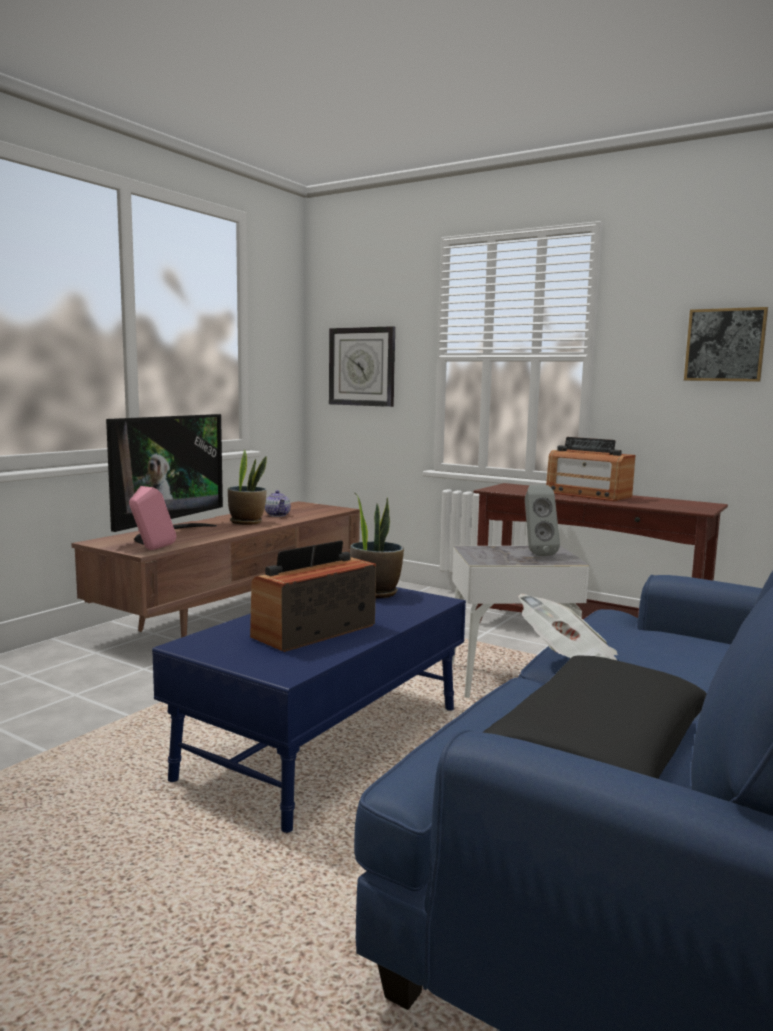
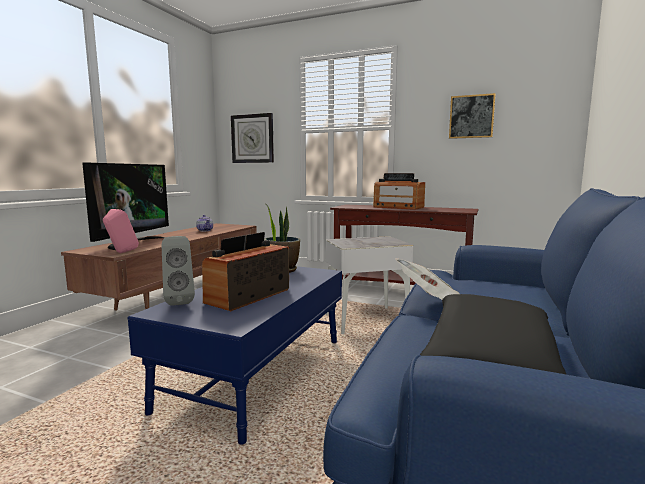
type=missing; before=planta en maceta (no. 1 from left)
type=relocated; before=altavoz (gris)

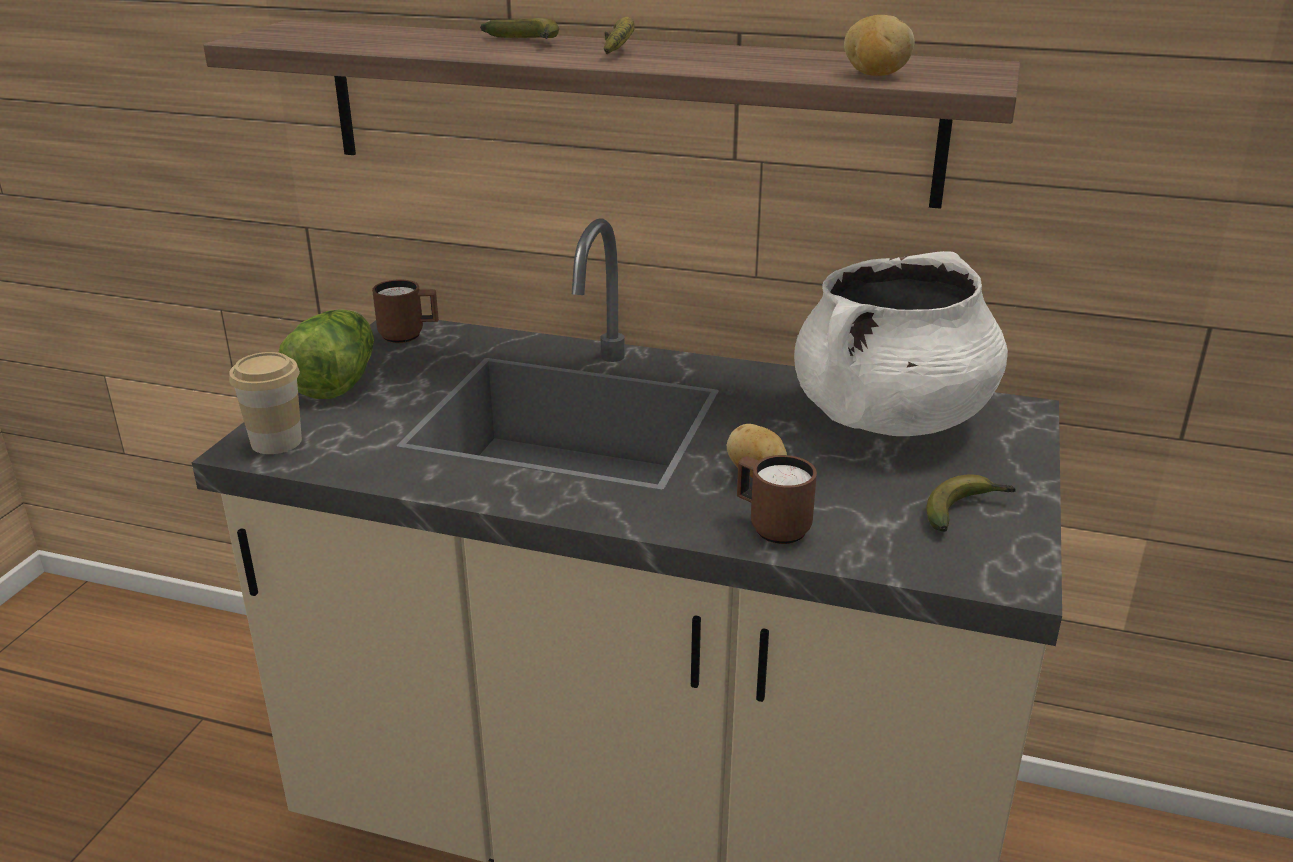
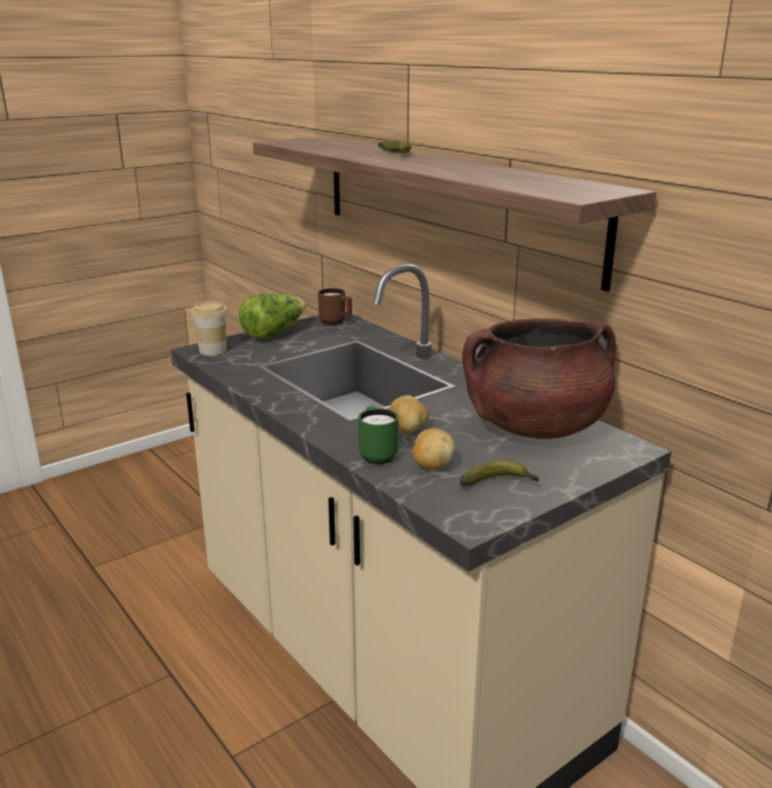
type=relocated; before=patata (no. 2 from left)
type=missing; before=plátano (no. 2 from left)
type=colour; before=olla (blanco); after=olla (marrón)
type=colour; before=taza grande (marrón) (no. 2 from left); after=taza grande (verde)

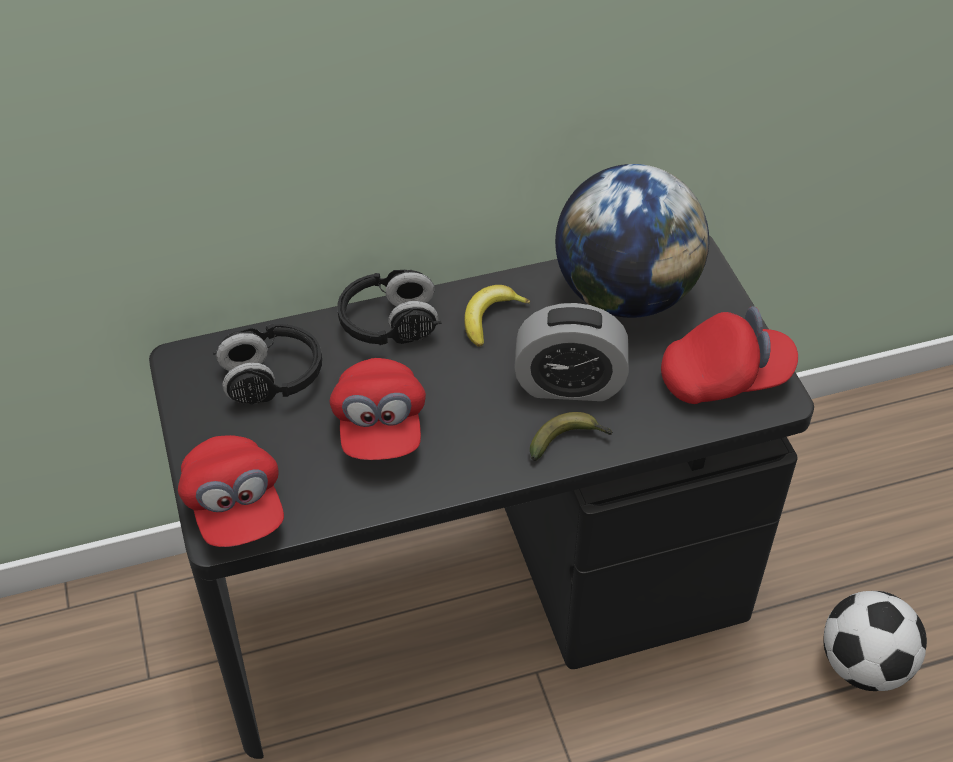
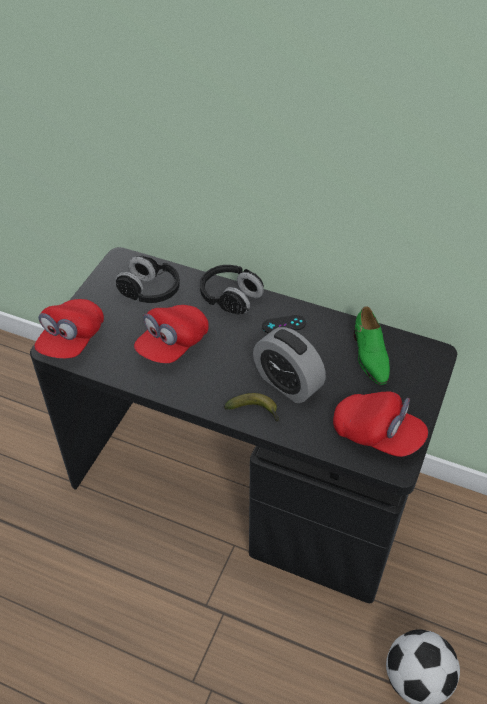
type=exchanged; before=globo terráqueo; after=zapato (verde)
type=exchanged; before=plátano (no. 1 from left); after=mando de consola (negro)

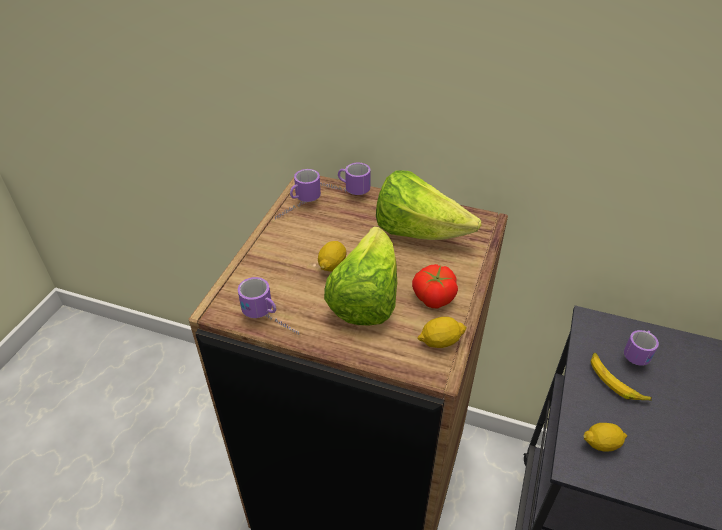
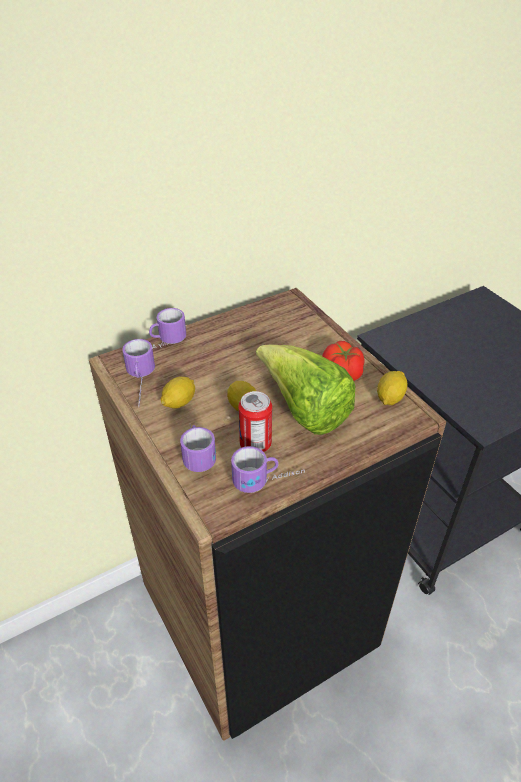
type=missing; before=lechuga (no. 2 from left)
type=relocated; before=taza grande (no. 4 from left in the first image); after=taza grande (no. 3 from left)
type=missing; before=plátano
type=relocated; before=limón (no. 3 from left in the first image); after=limón (no. 1 from left)
type=appeared; after=lata

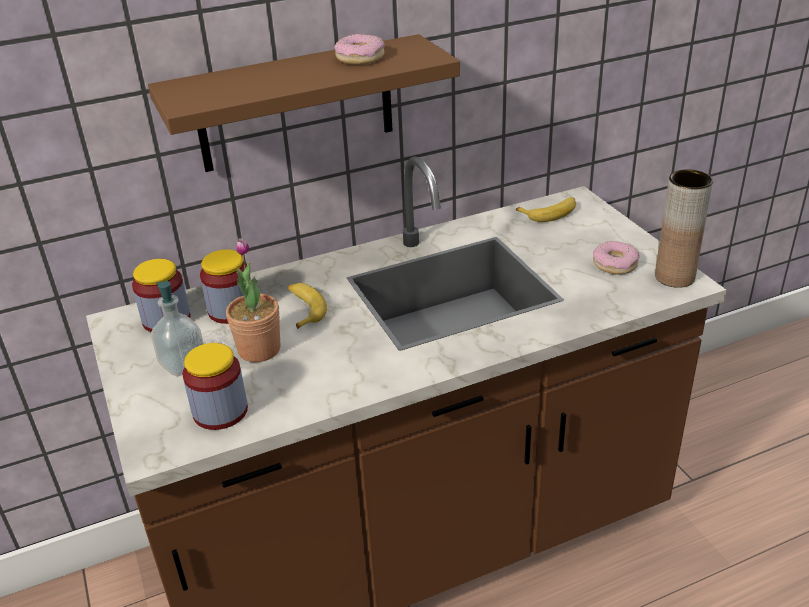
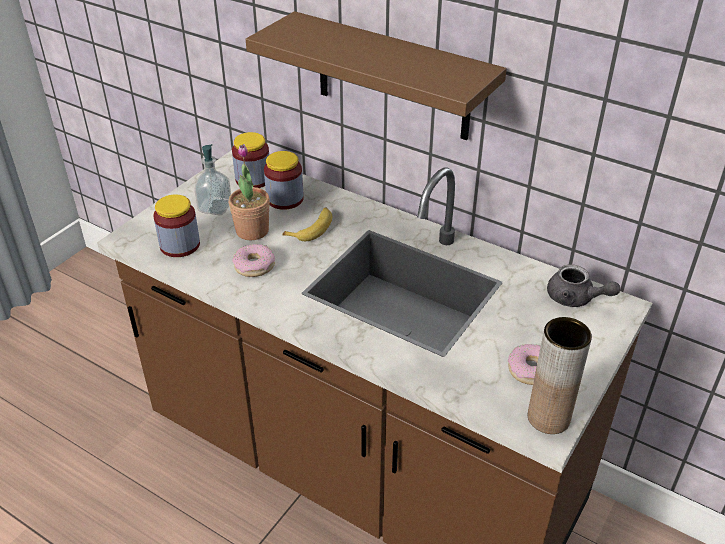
type=relocated; before=rosquilla (no. 1 from left)
type=exchanged; before=plátano (no. 2 from left); after=tetera (gris)

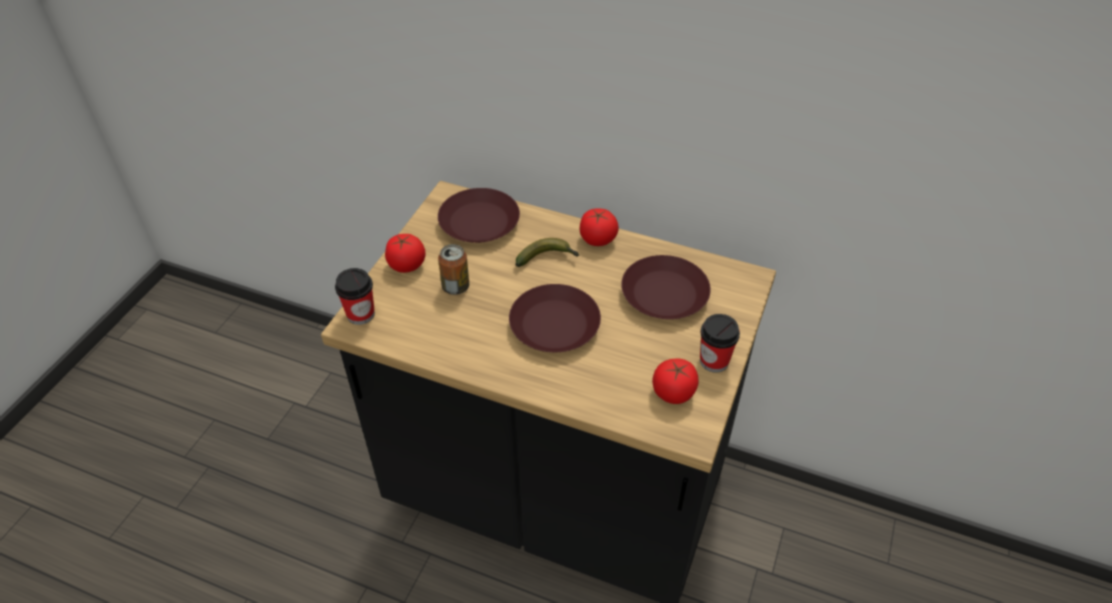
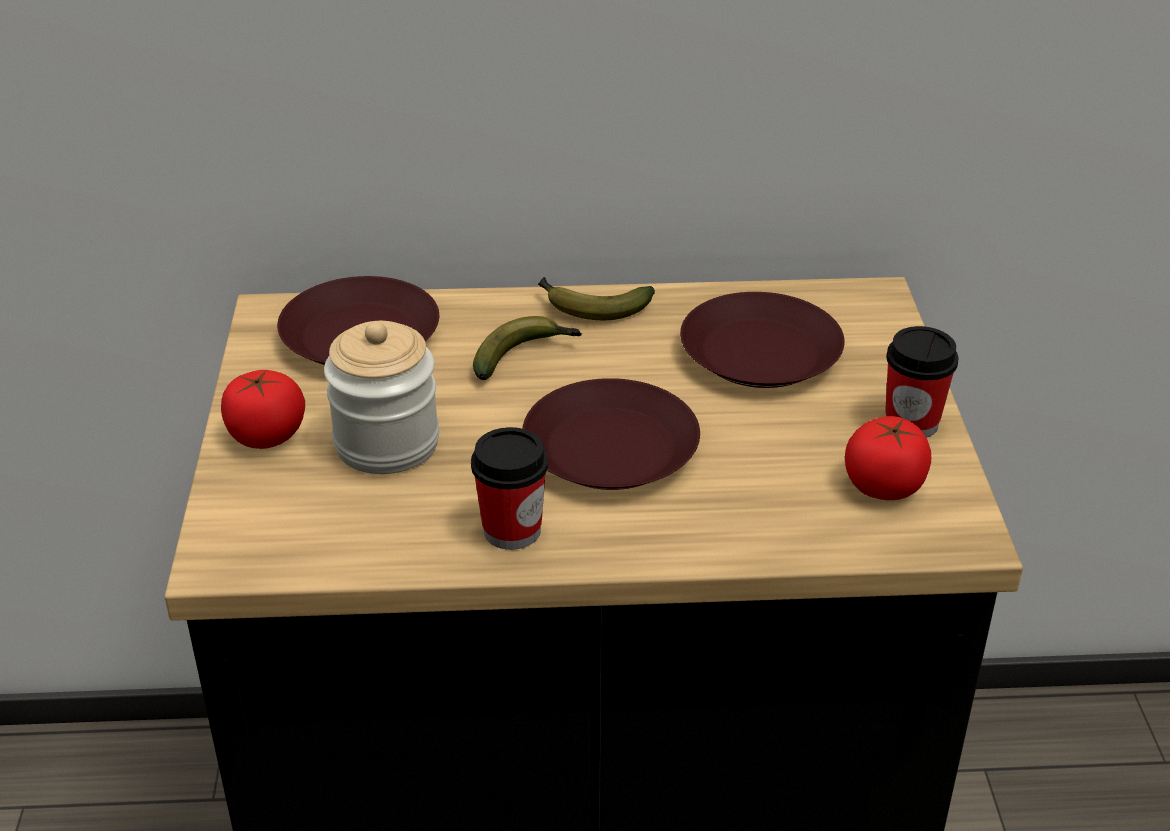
type=exchanged; before=tomate (no. 2 from left); after=plátano (no. 2 from left)
type=exchanged; before=lata; after=tarro
type=relocated; before=taza (no. 1 from left)

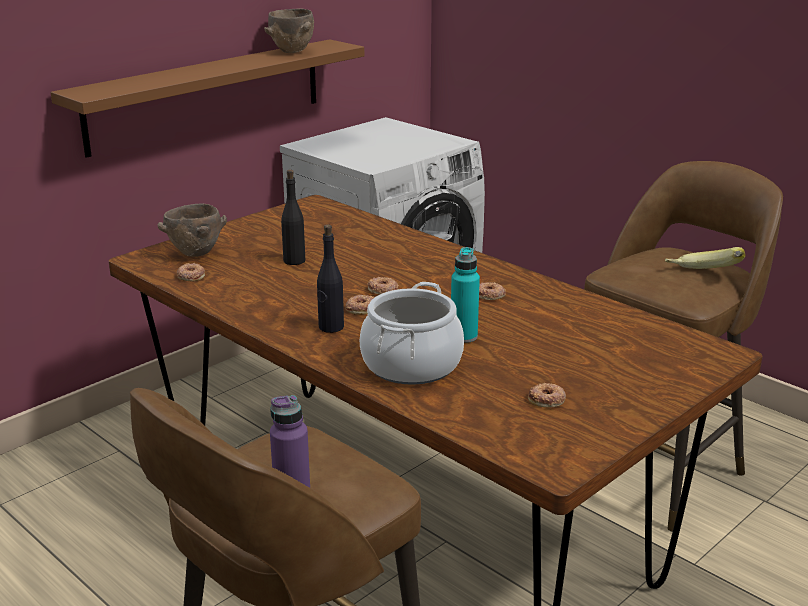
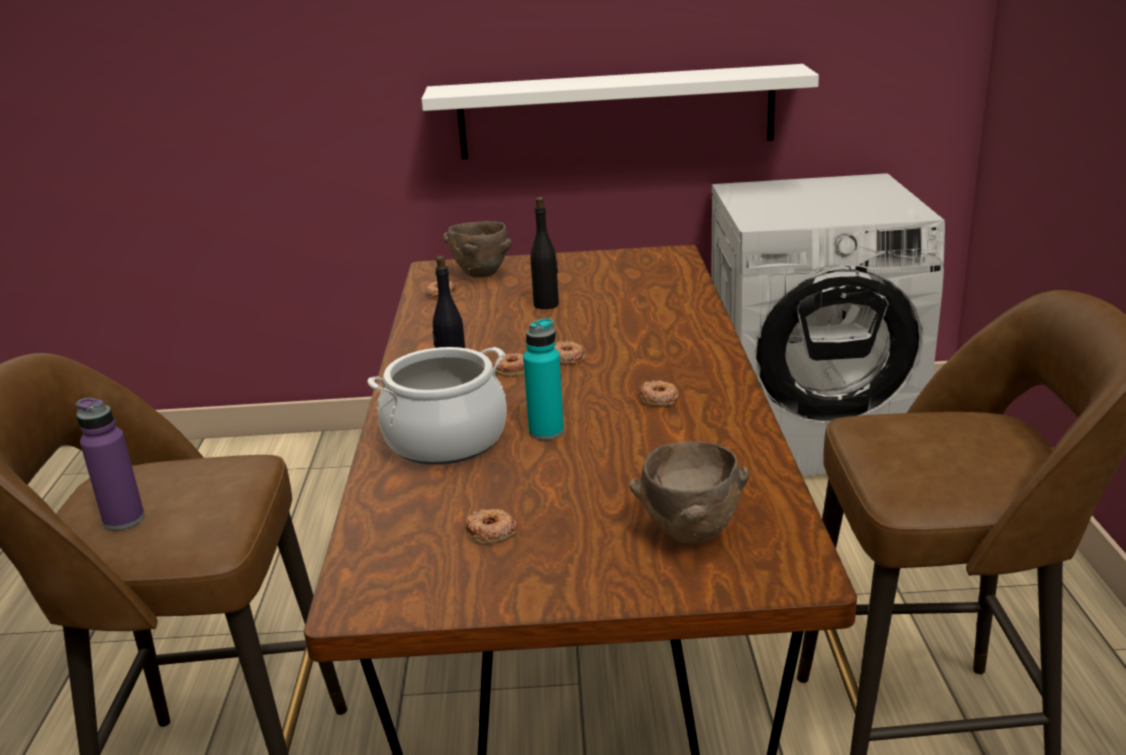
type=relocated; before=cuenco (marrón) (no. 2 from left)
type=colour; before=estante (marrón); after=estante (blanco)
type=missing; before=plátano

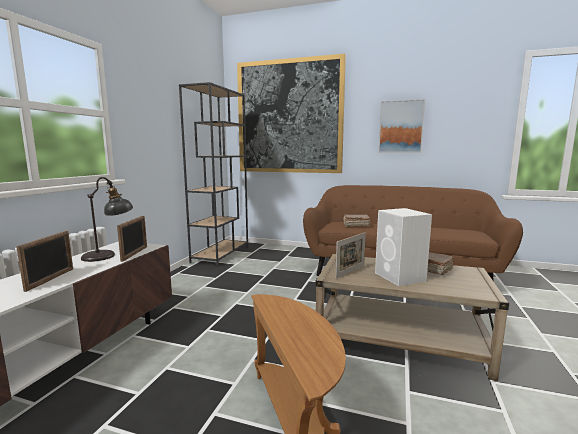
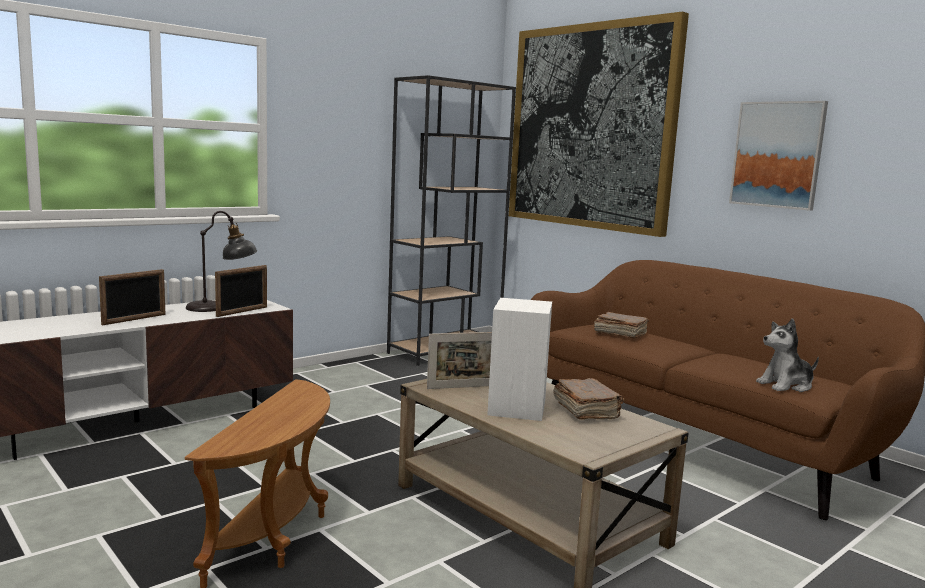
type=appeared; after=peluche

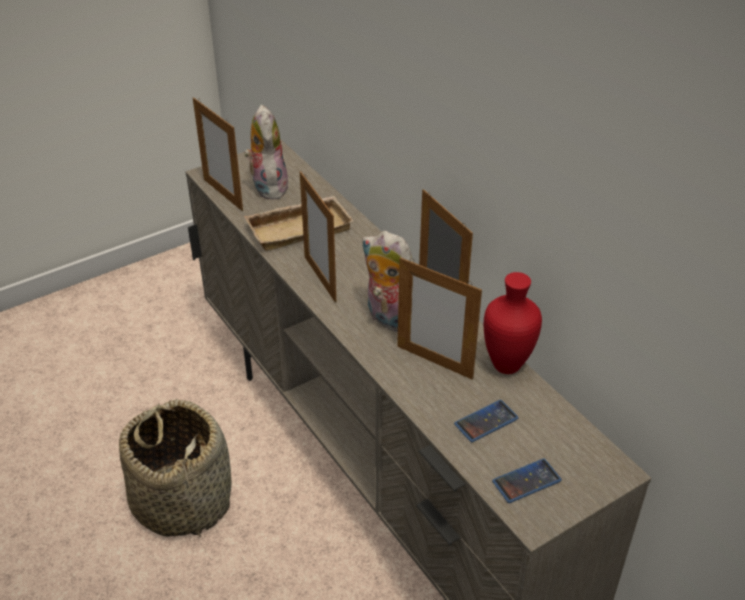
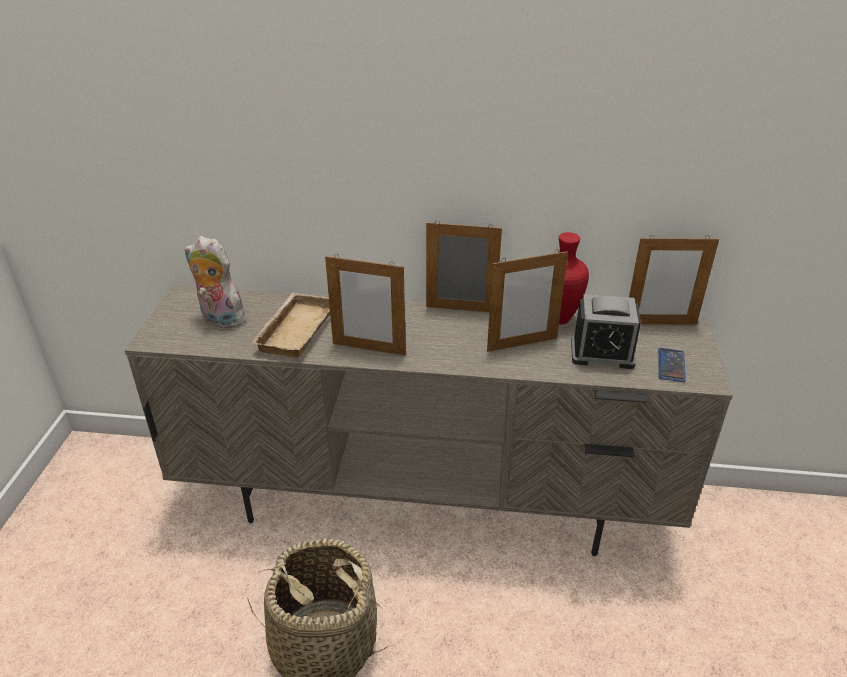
type=relocated; before=portarretratos (no. 1 from left in the first image); after=portarretratos (no. 4 from left)
type=missing; before=peluche (no. 2 from left)
type=exchanged; before=móvil (no. 1 from left); after=despertador

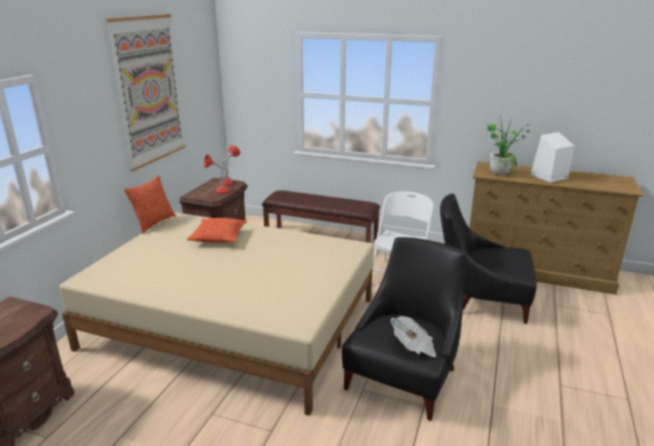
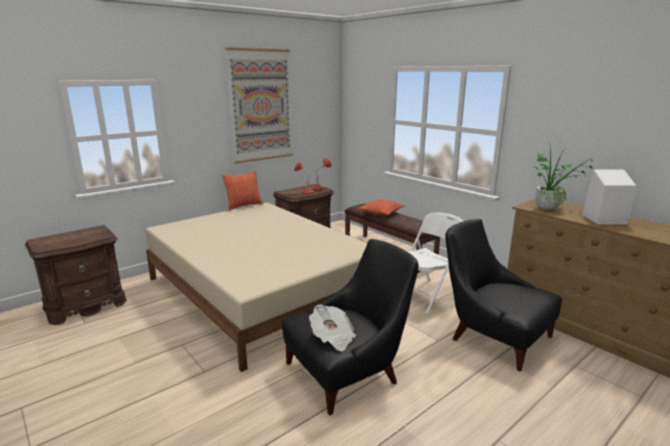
type=relocated; before=cojín (naranja) (no. 2 from left)

